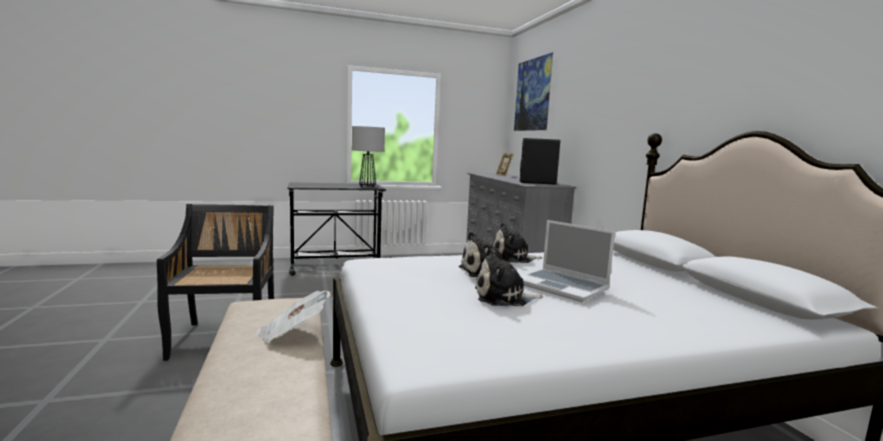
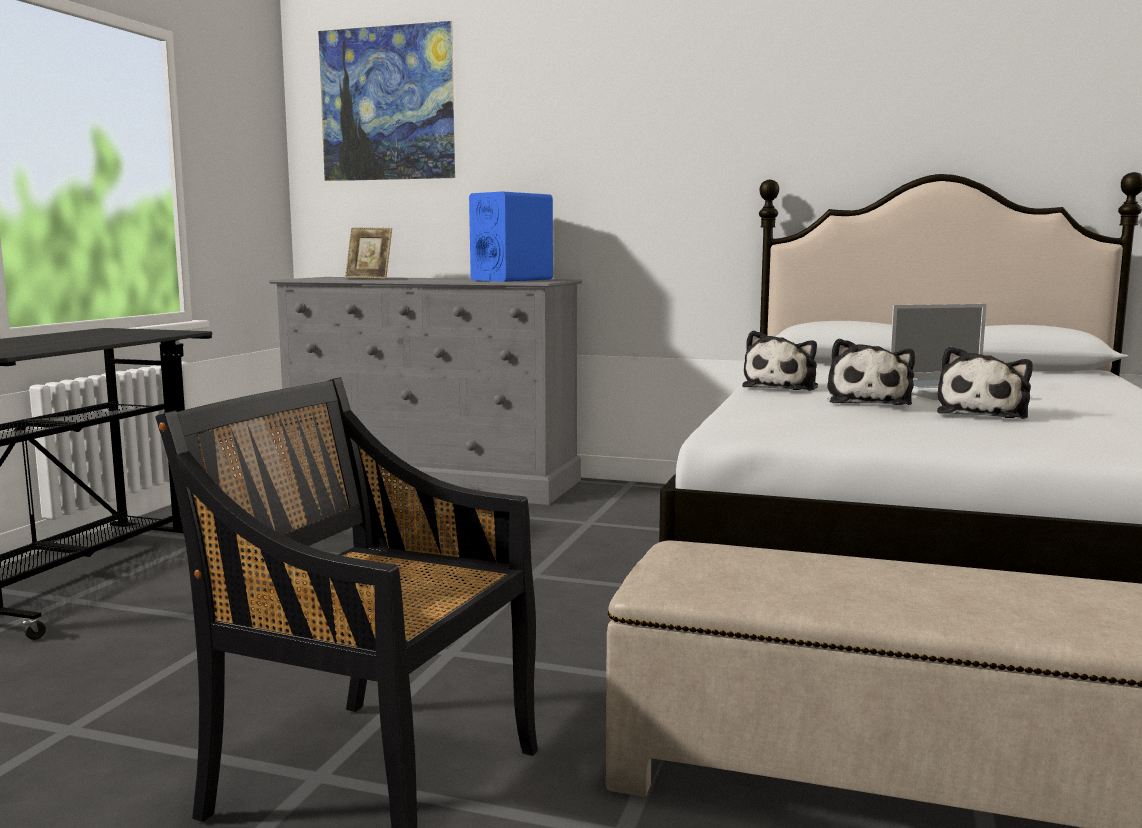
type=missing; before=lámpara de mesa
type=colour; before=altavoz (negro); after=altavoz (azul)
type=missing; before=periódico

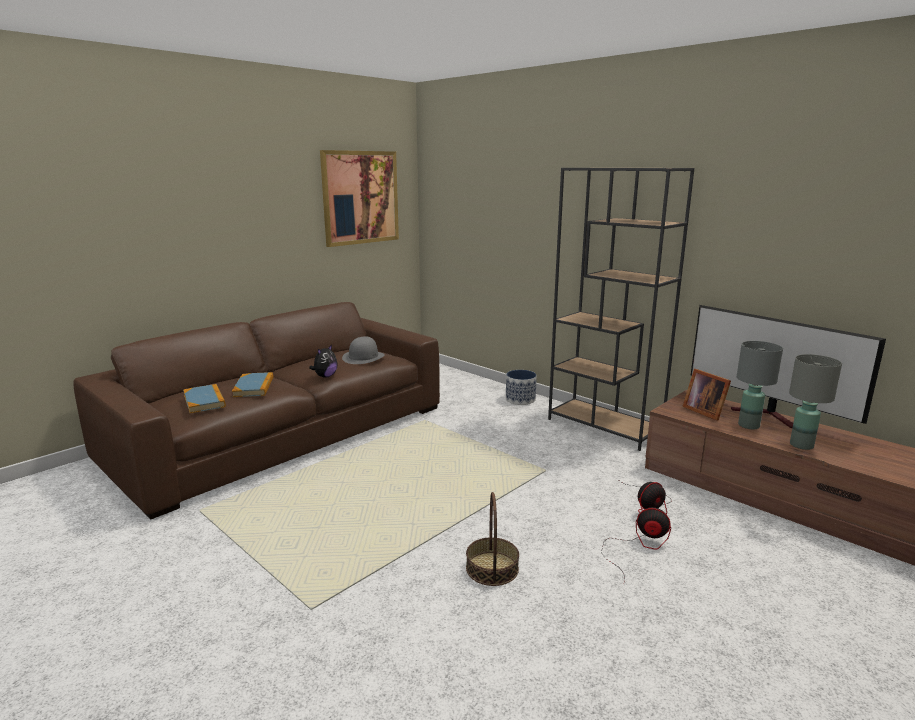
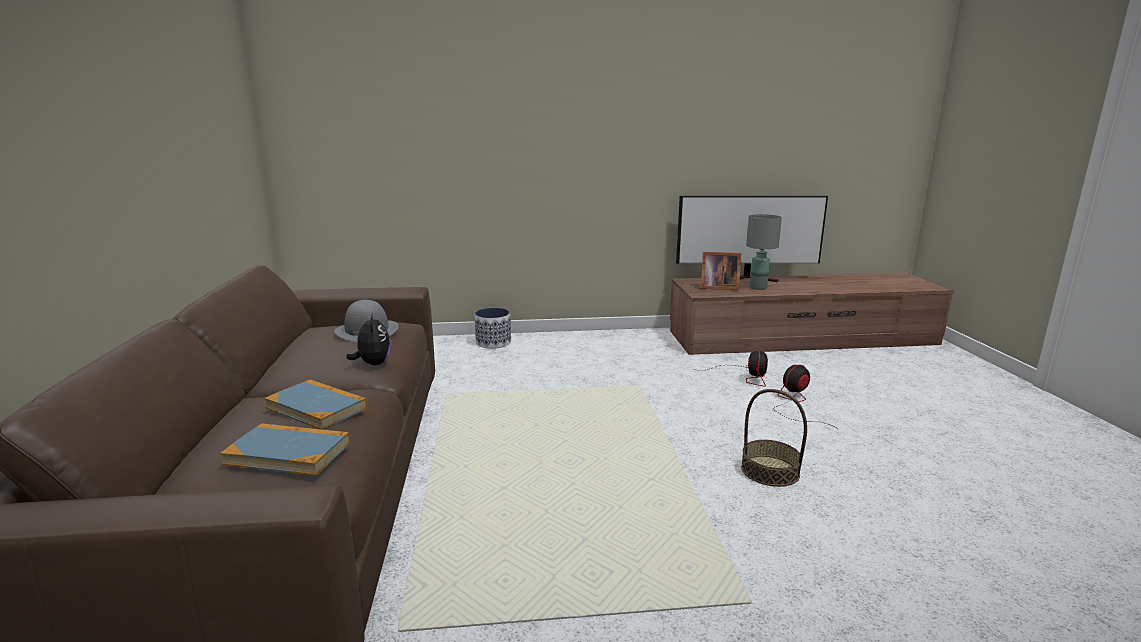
type=missing; before=cuadro
type=missing; before=estantería
type=missing; before=lámpara de mesa (gris) (no. 2 from left)

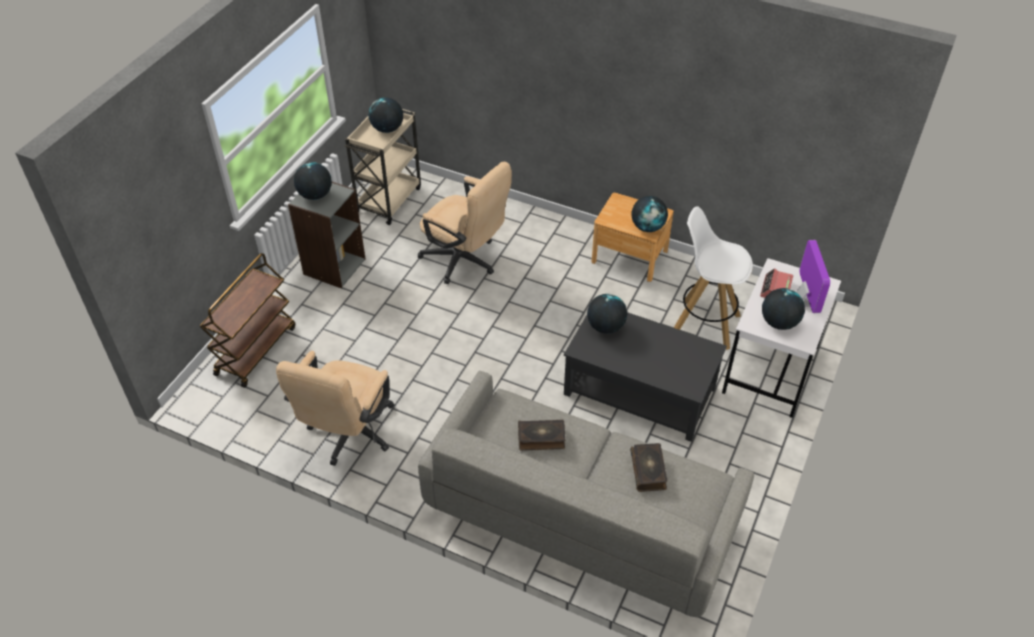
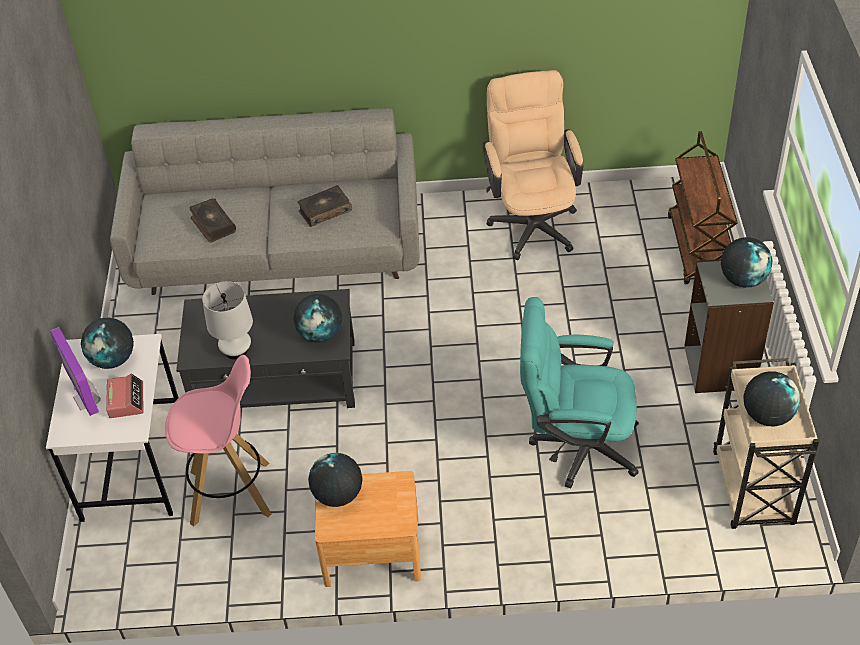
type=colour; before=silla de oficina (beis) (no. 2 from left); after=silla de oficina (turquesa)
type=colour; before=taburete (blanco); after=taburete (rosa)
type=appeared; after=lámpara de mesa (blanco)

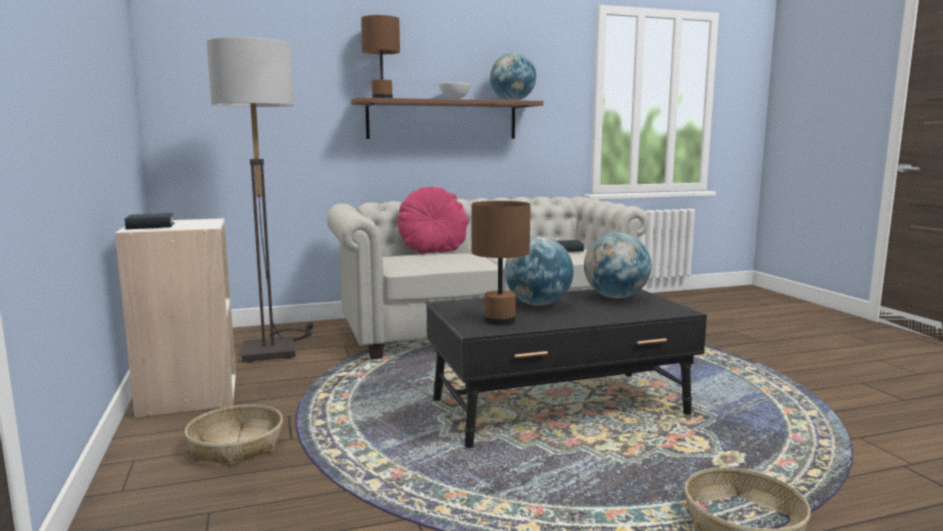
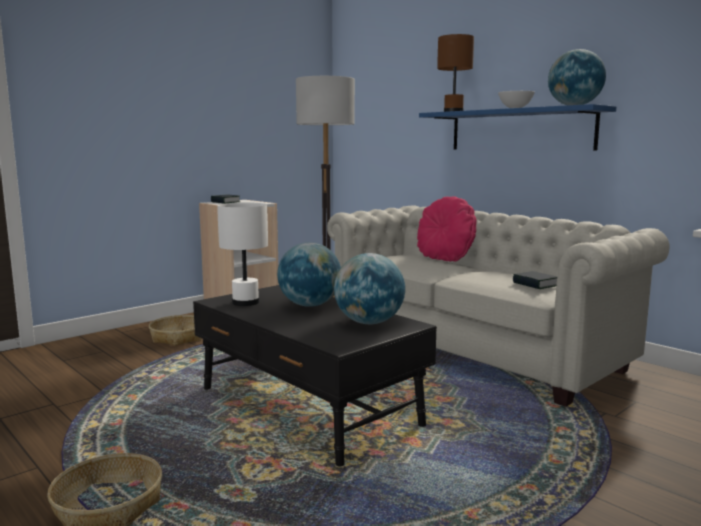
type=colour; before=estante (marrón); after=estante (azul)
type=colour; before=lámpara de mesa (marrón) (no. 2 from left); after=lámpara de mesa (blanco)

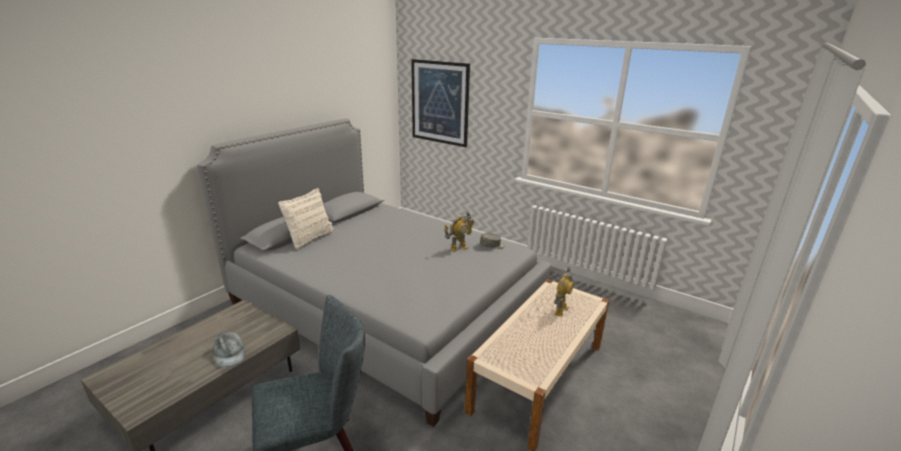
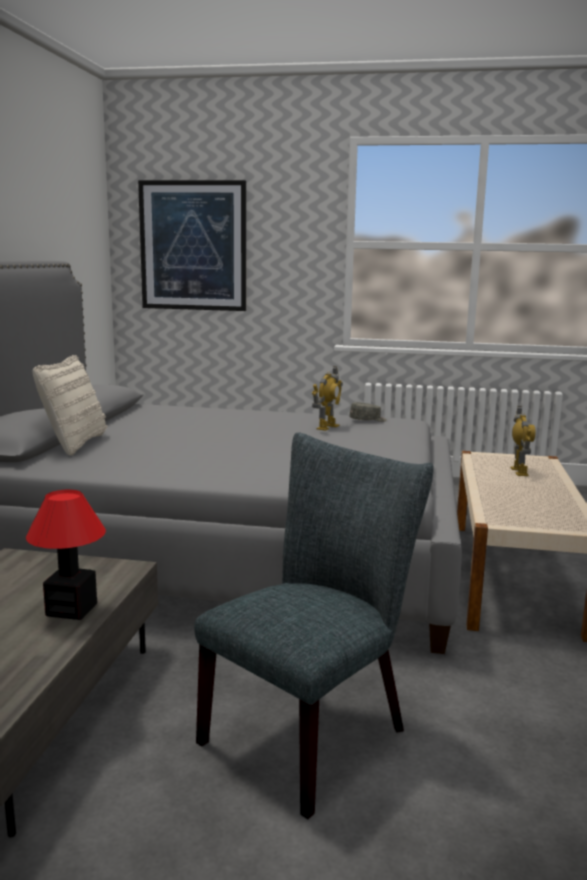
type=exchanged; before=gorra (gris) (no. 1 from left); after=lámpara de mesa

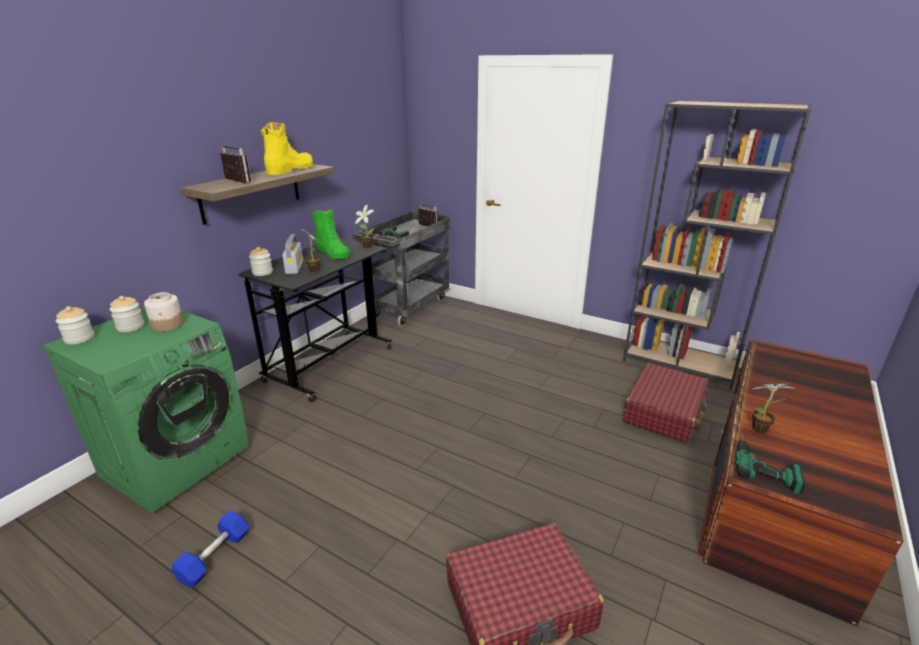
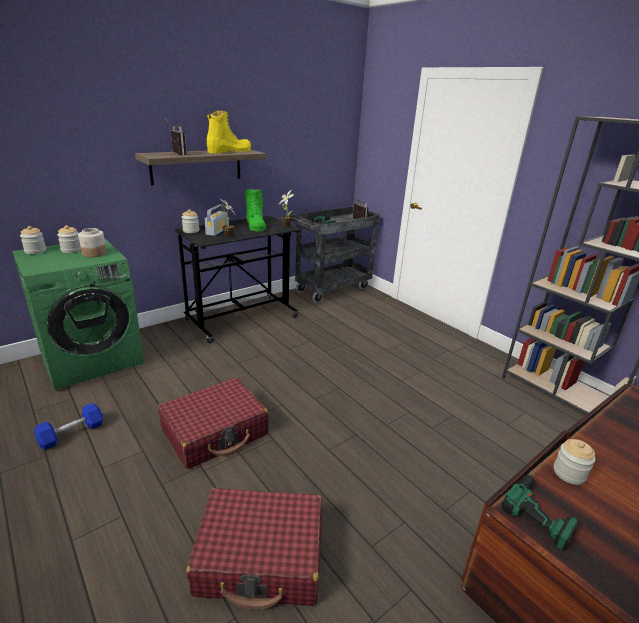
type=relocated; before=maleta (rojo) (no. 2 from left in the first image); after=maleta (rojo) (no. 1 from left)
type=exchanged; before=planta en maceta (no. 3 from left); after=tarro (no. 5 from left)

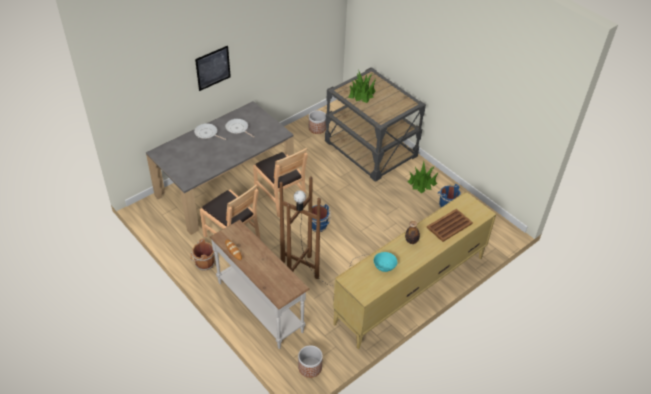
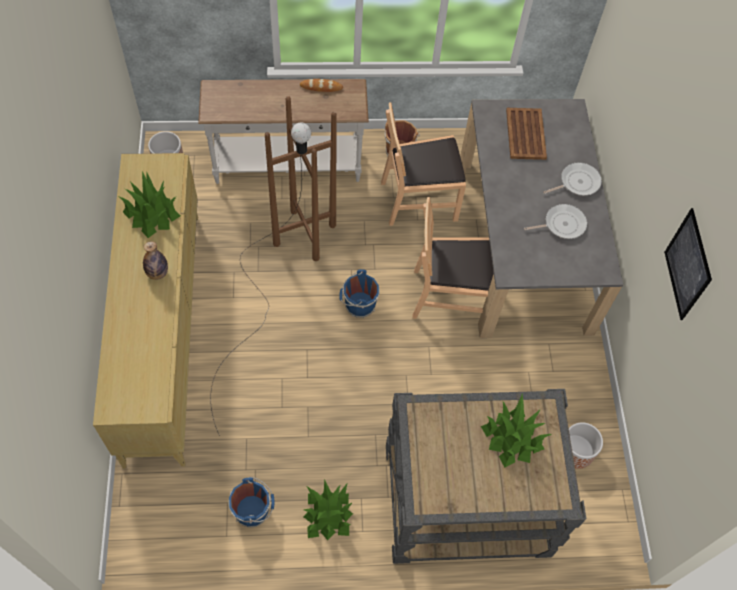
type=relocated; before=cuadro
type=relocated; before=bandeja (marrón)
type=exchanged; before=cuenco (turquesa); after=planta en maceta (no. 1 from left)

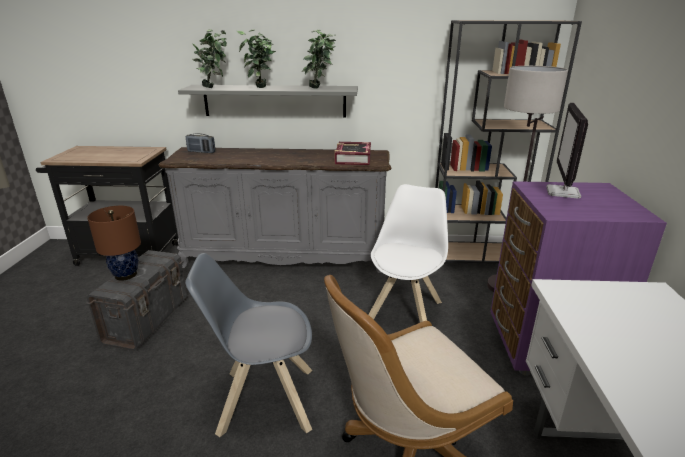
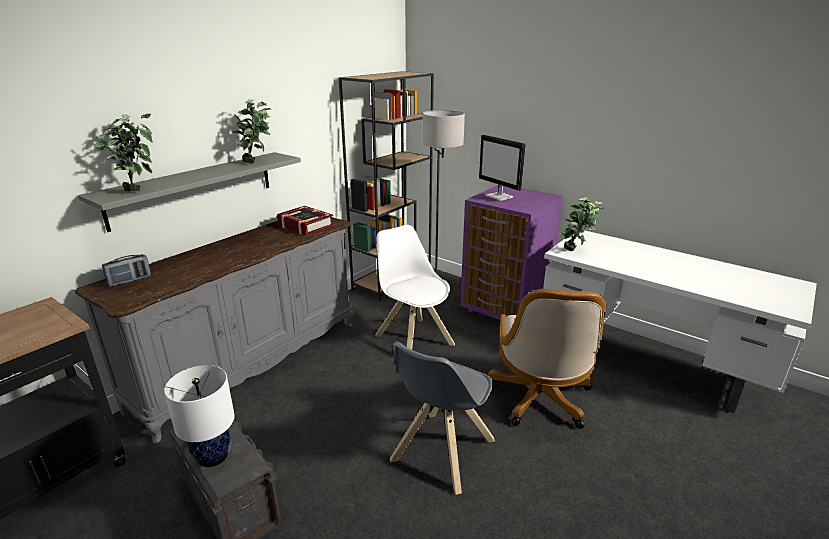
type=relocated; before=planta en maceta (no. 2 from left in the first image); after=planta en maceta (no. 3 from left)
type=colour; before=lámpara de mesa (marrón); after=lámpara de mesa (blanco)

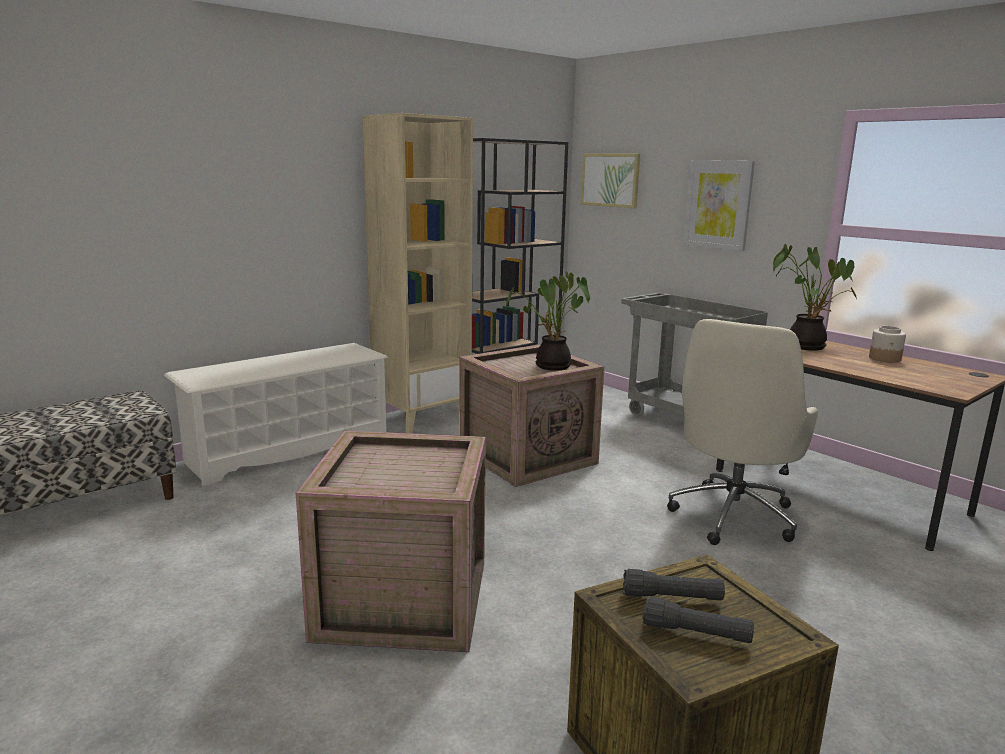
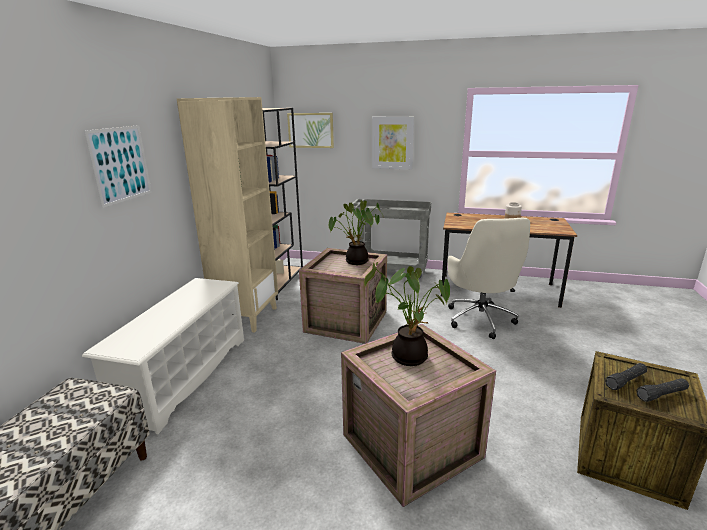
type=relocated; before=planta en maceta (no. 2 from left)
type=appeared; after=cuadro (no. 1 from left)

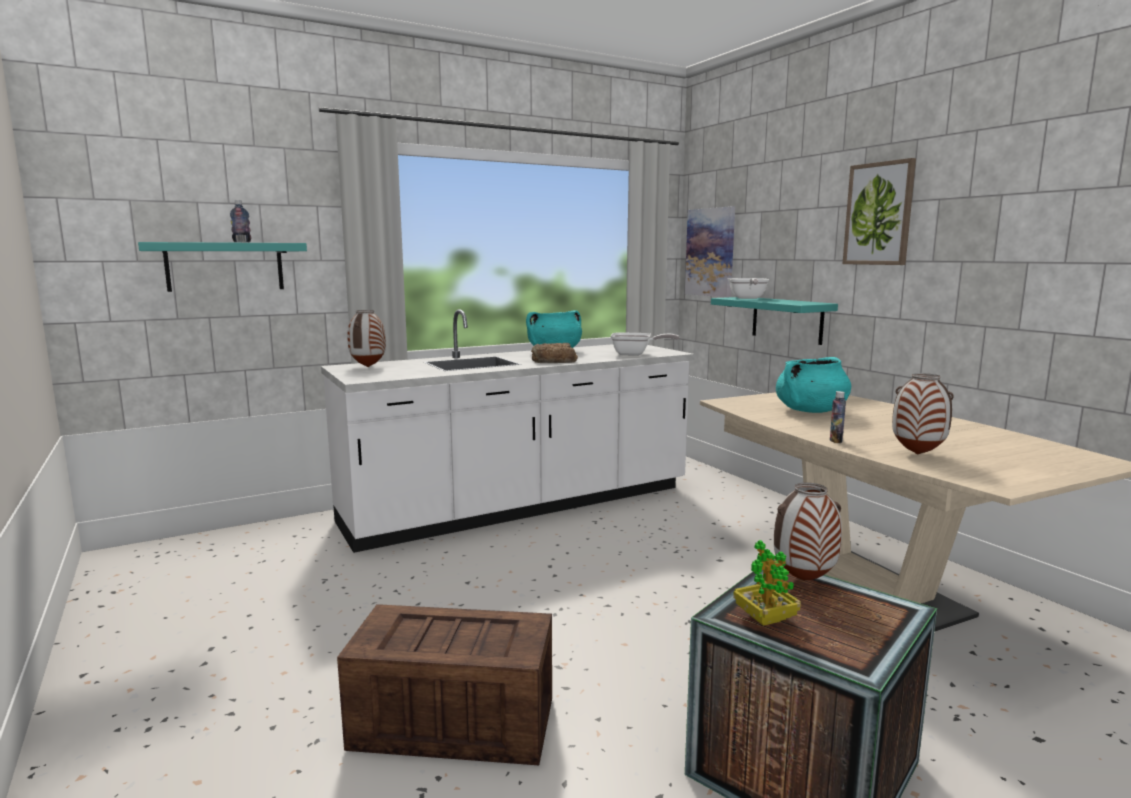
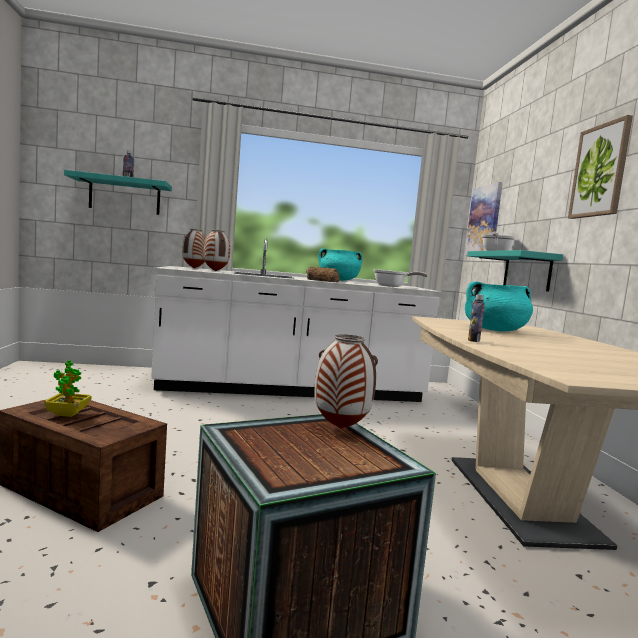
type=relocated; before=florero (no. 3 from left in the first image); after=florero (no. 2 from left)
type=relocated; before=planta en maceta

